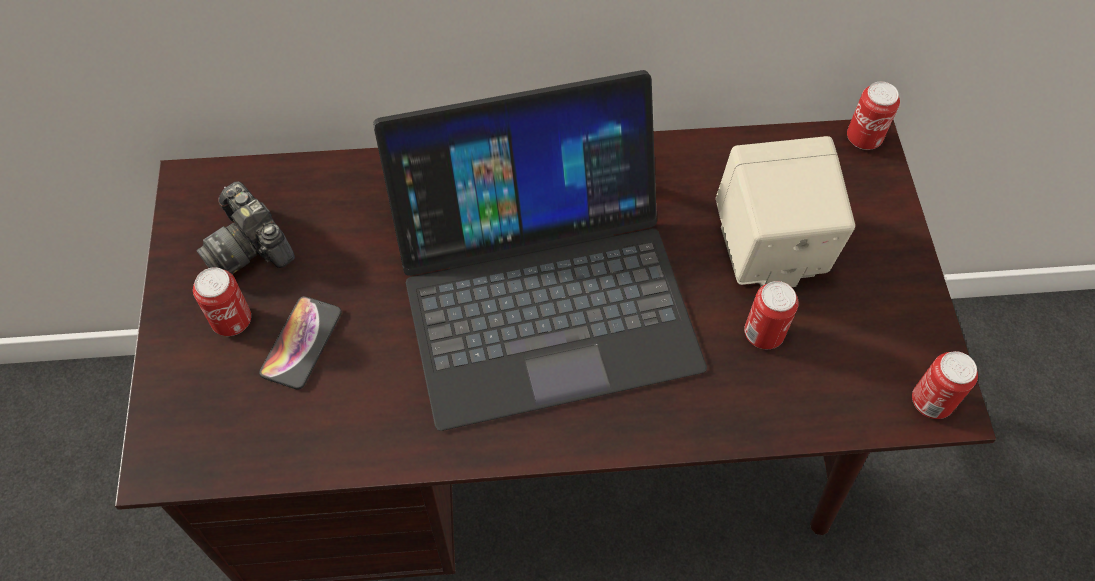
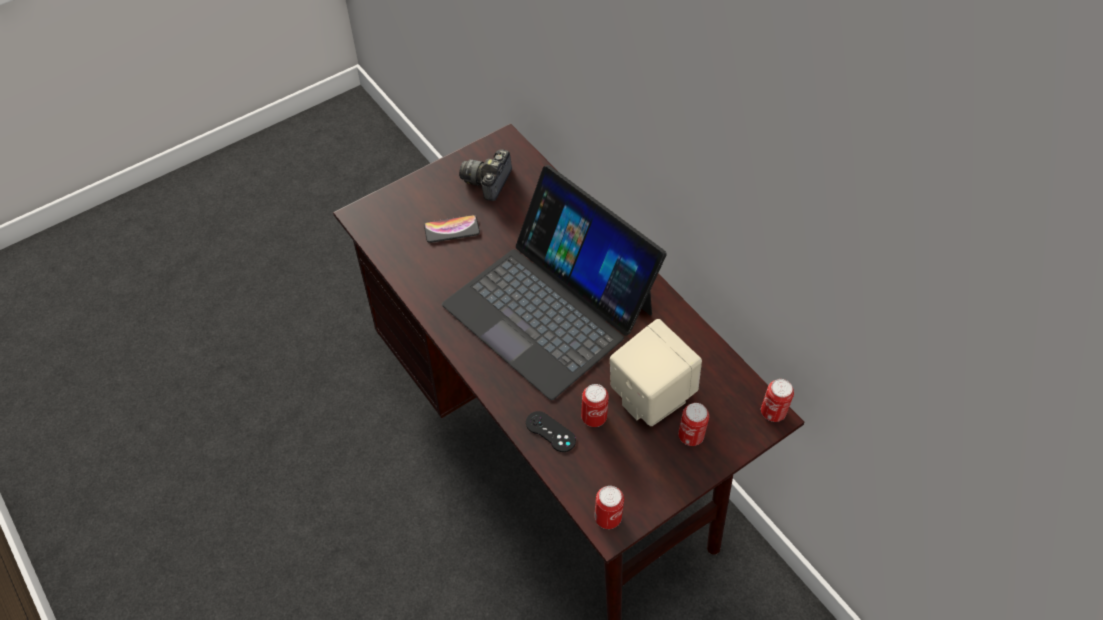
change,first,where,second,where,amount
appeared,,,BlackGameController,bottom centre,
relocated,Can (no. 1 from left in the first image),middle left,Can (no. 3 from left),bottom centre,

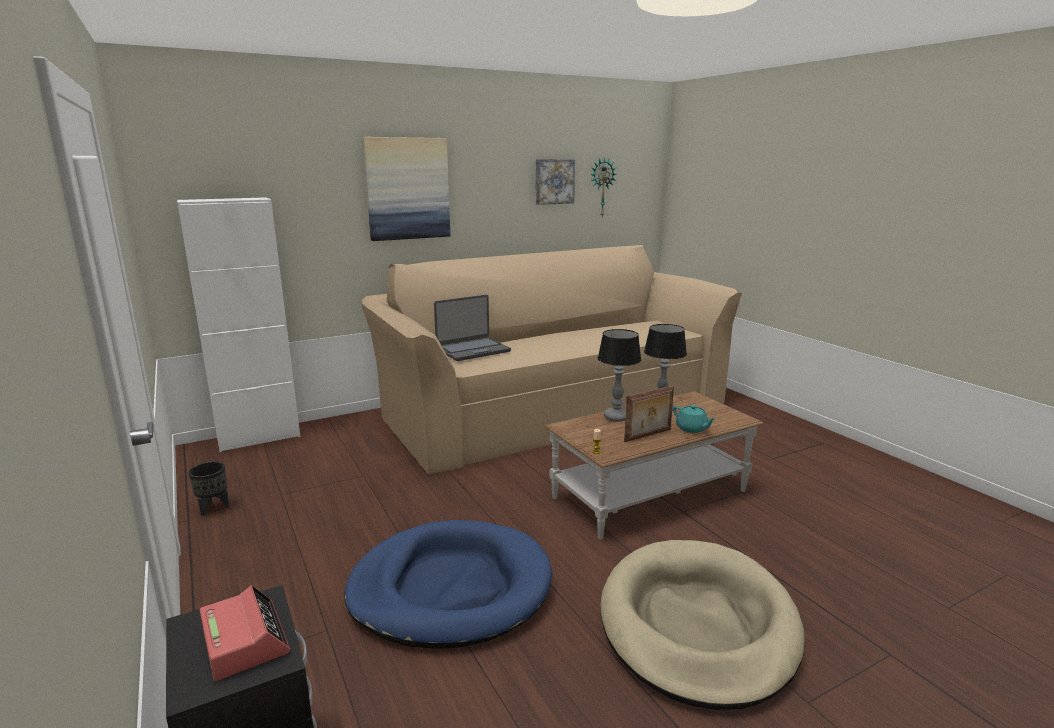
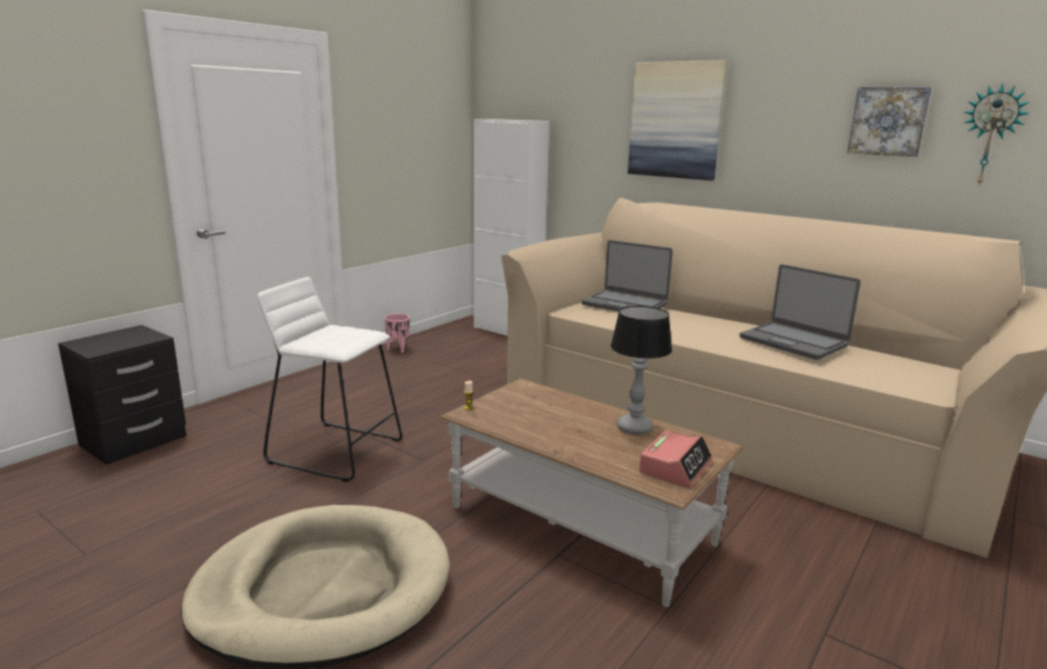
change,first,where,second,where,amount
missing,TableLamp (no. 1 from left),centre,,,
missing,PictureFrame,centre,,,
missing,TurquoiseTeapot,centre,,,
appeared,,,Laptop (no. 2 from left),middle right,
relocated,AlarmClock,bottom left,,bottom centre,
exchanged,BlueDogBed,bottom centre,WhiteStool,middle left,
colour,BlackPlanter,bottom left,PinkPlanter,centre,

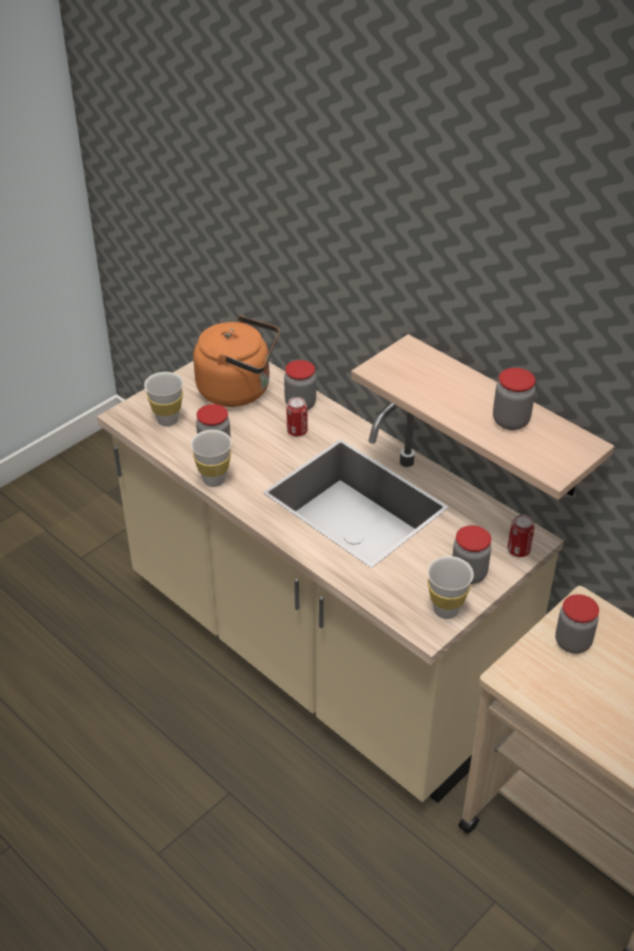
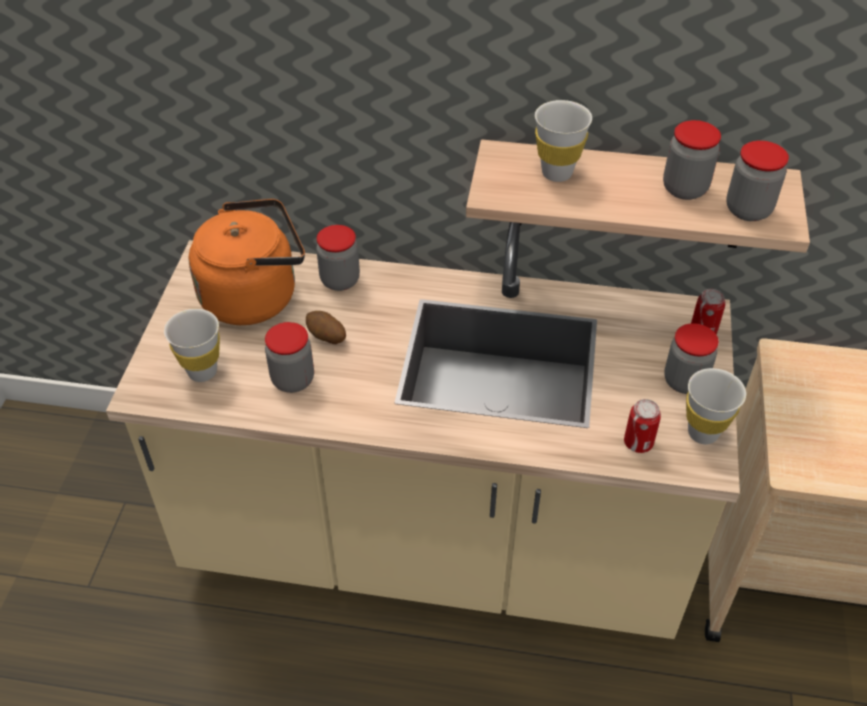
change,first,where,second,where,amount
appeared,,,Potato,centre,
relocated,WhiteCup (no. 2 from left),middle left,,top centre,
relocated,Can (no. 1 from left),centre,,middle right,
relocated,Jar (no. 5 from left),middle right,,top right,

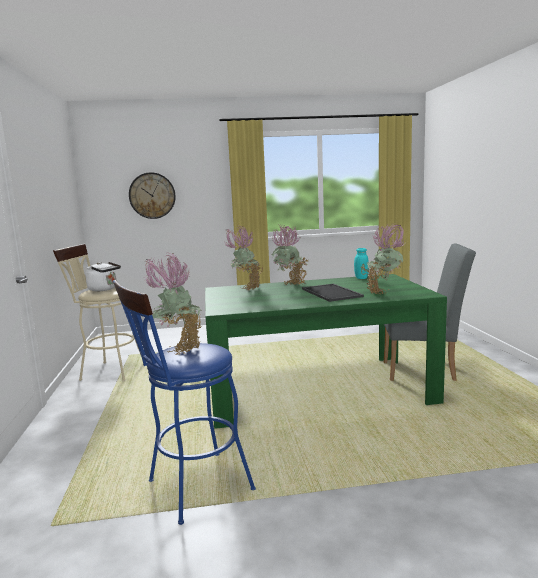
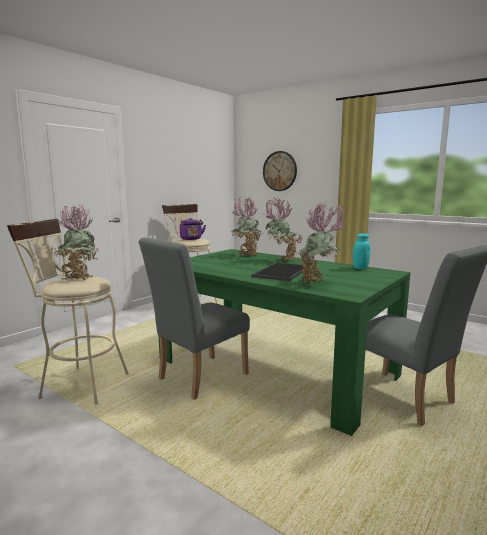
change,first,where,second,where,amount
appeared,,,GreyChair (no. 1 from left),centre,
colour,WhiteKettle,middle left,PurpleKettle,centre,
colour,BlueStool,bottom centre,BeigeStool (no. 1 from left),middle left,

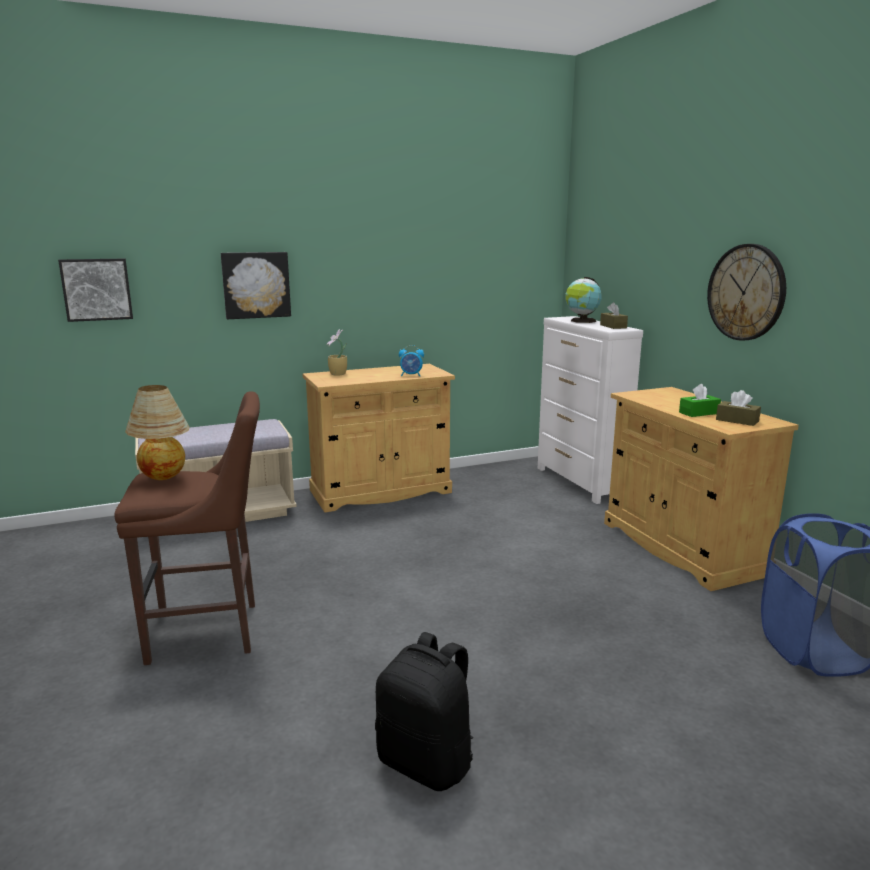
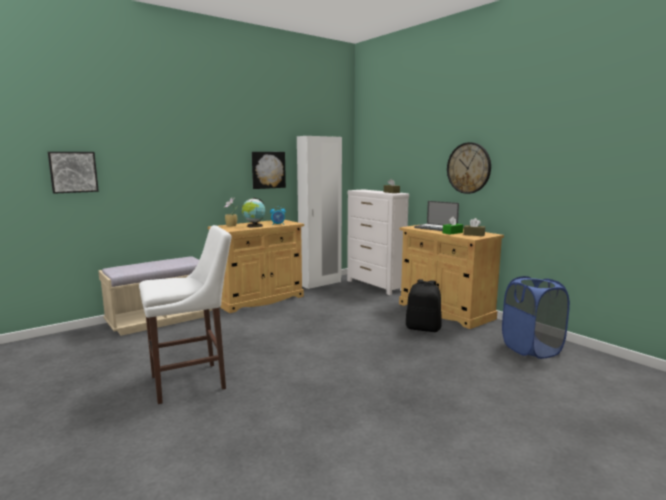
change,first,where,second,where,amount
missing,TableLamp,middle left,,,
appeared,,,WhiteWardrobe,centre,
appeared,,,Laptop,centre,
relocated,Picture (no. 2 from left),top left,,centre,
relocated,BlackBackpack,bottom centre,,centre,
relocated,Globe,middle right,,centre,
colour,BrownStool,middle left,WhiteStool,middle left,

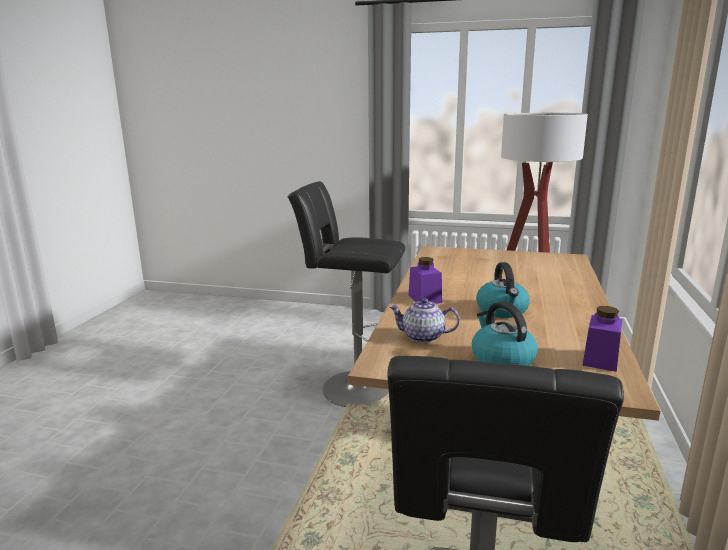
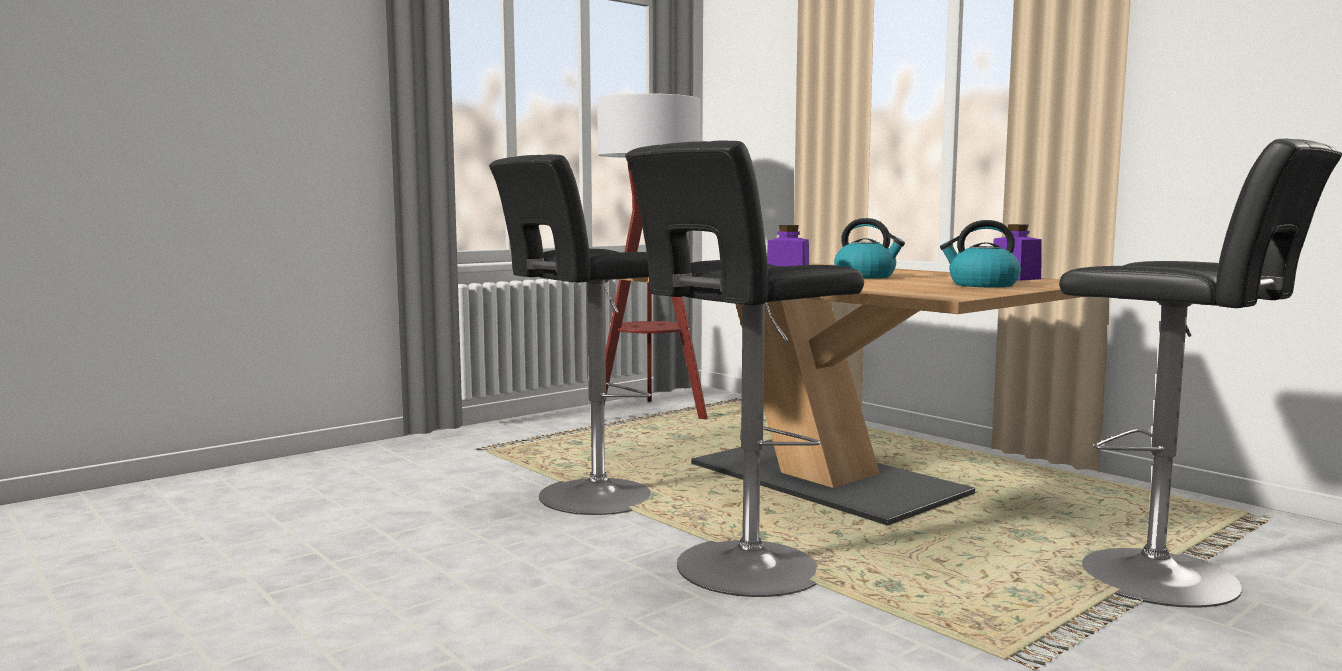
change,first,where,second,where,amount
missing,Teapot,centre,,,
appeared,,,BlackStool (no. 2 from left),centre,

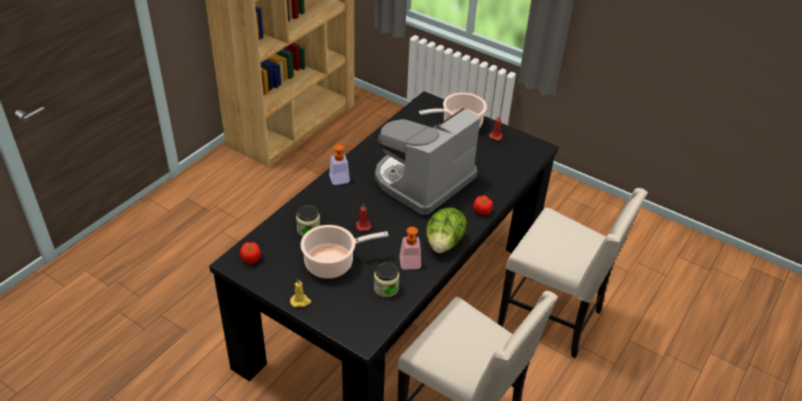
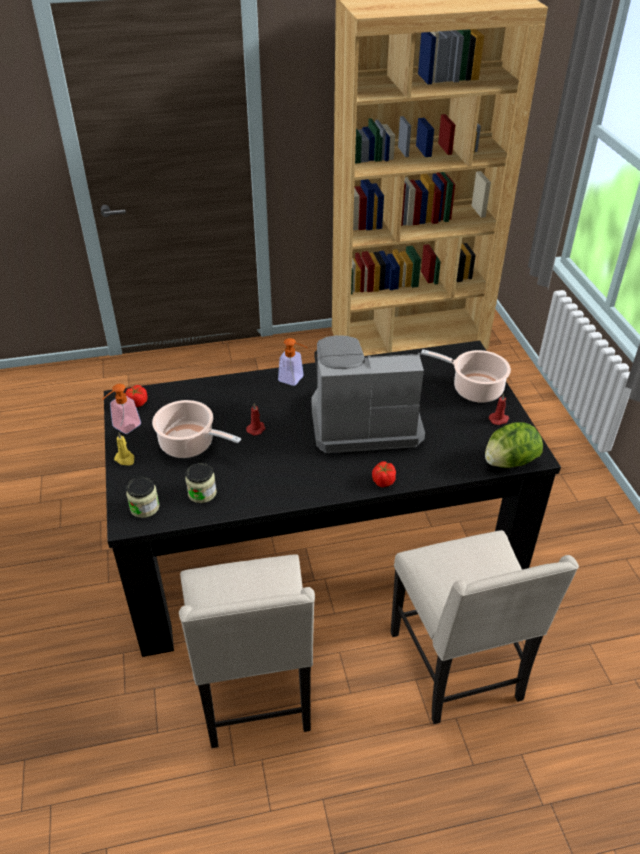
change,first,where,second,where,amount
relocated,Jar (no. 1 from left),centre,,middle left,
relocated,SoapDispenser (no. 2 from left in the first image),centre,SoapDispenser (no. 1 from left),middle left,
relocated,Lettuce,centre,,middle right,

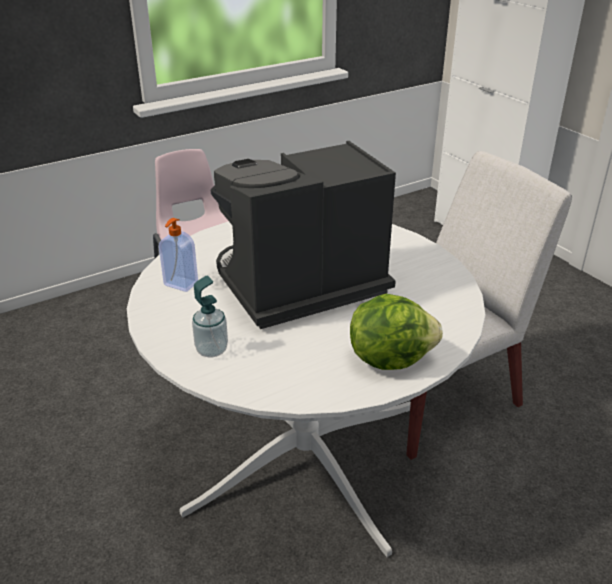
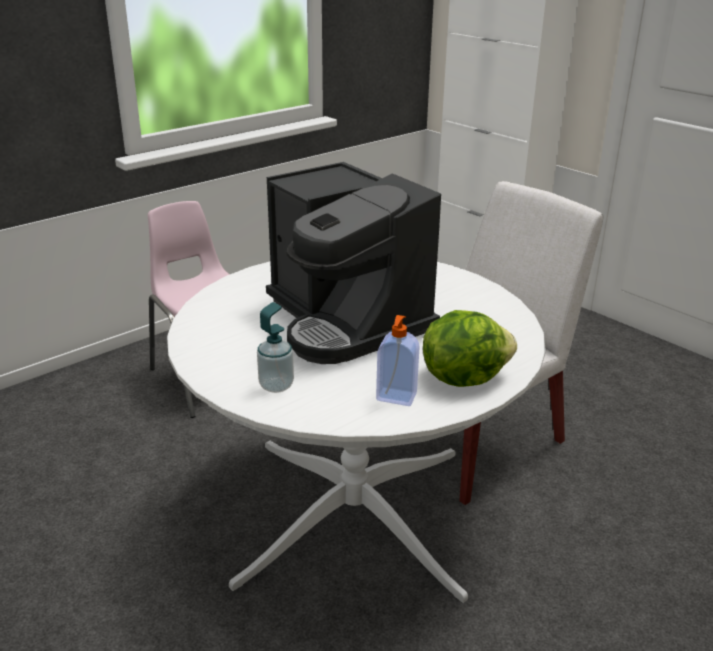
change,first,where,second,where,amount
relocated,SoapDispenser (no. 1 from left in the first image),middle left,SoapDispenser (no. 2 from left),centre,
spun,CoffeeMachine,centre,,centre,90 degrees counterclockwise

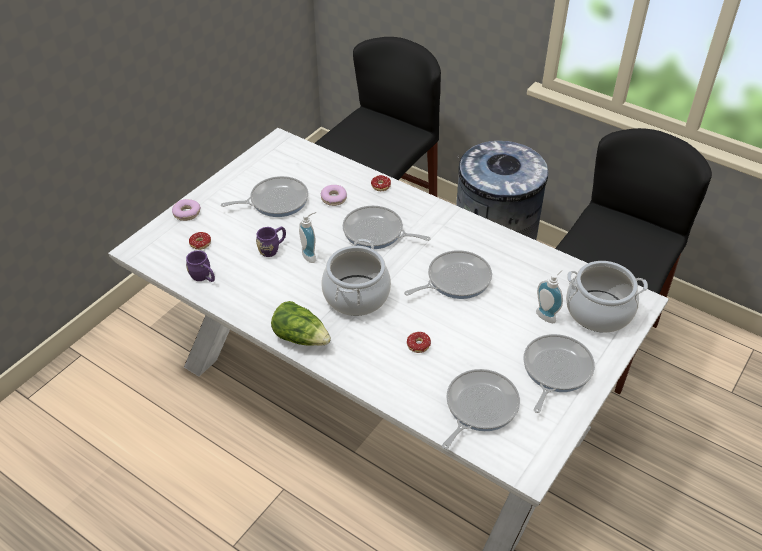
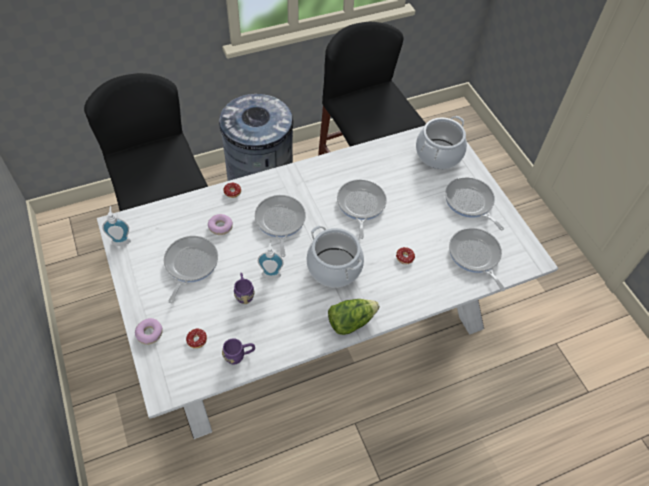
change,first,where,second,where,amount
relocated,SoapDispenser (no. 2 from left in the first image),middle right,SoapDispenser (no. 1 from left),middle left,
spun,FryingPan (no. 2 from left),centre,,centre,120 degrees clockwise

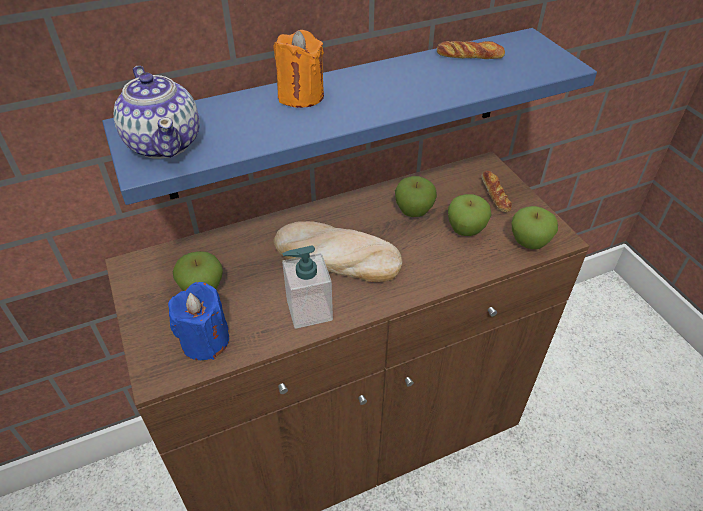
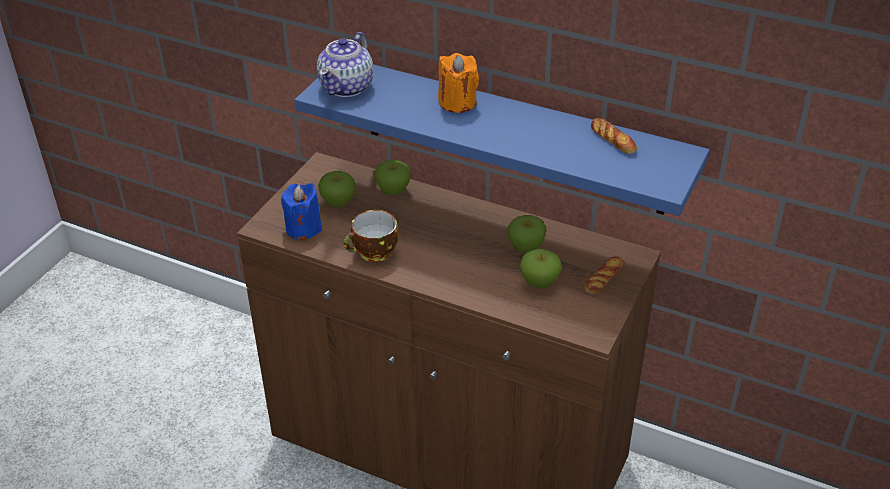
change,first,where,second,where,amount
missing,Bread (no. 1 from left),centre,,,
relocated,Apple (no. 4 from left in the first image),middle right,Apple (no. 2 from left),centre,
exchanged,SoapDispenser,centre,Cup,centre,

